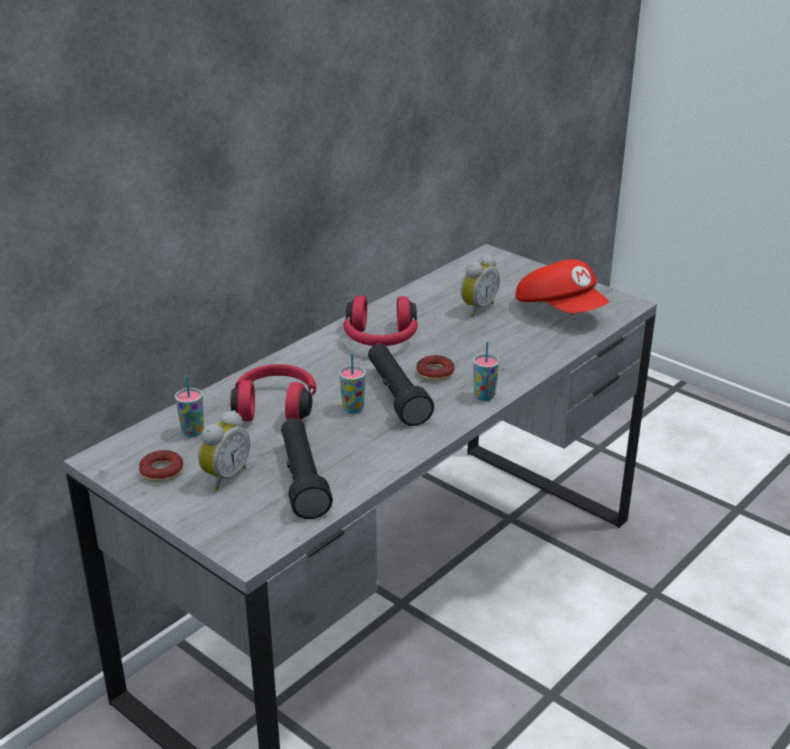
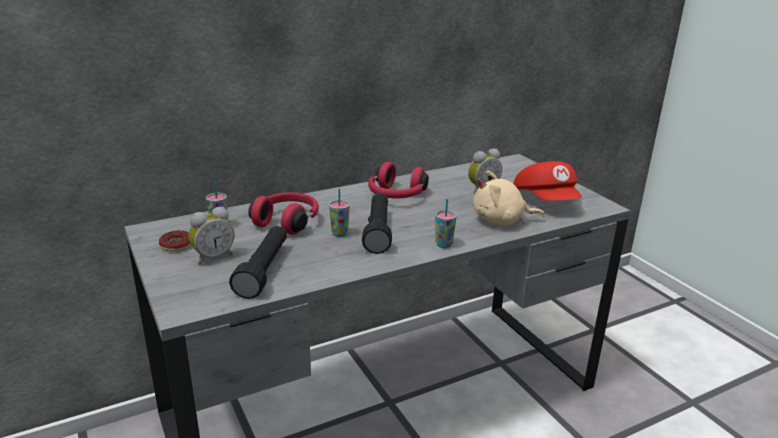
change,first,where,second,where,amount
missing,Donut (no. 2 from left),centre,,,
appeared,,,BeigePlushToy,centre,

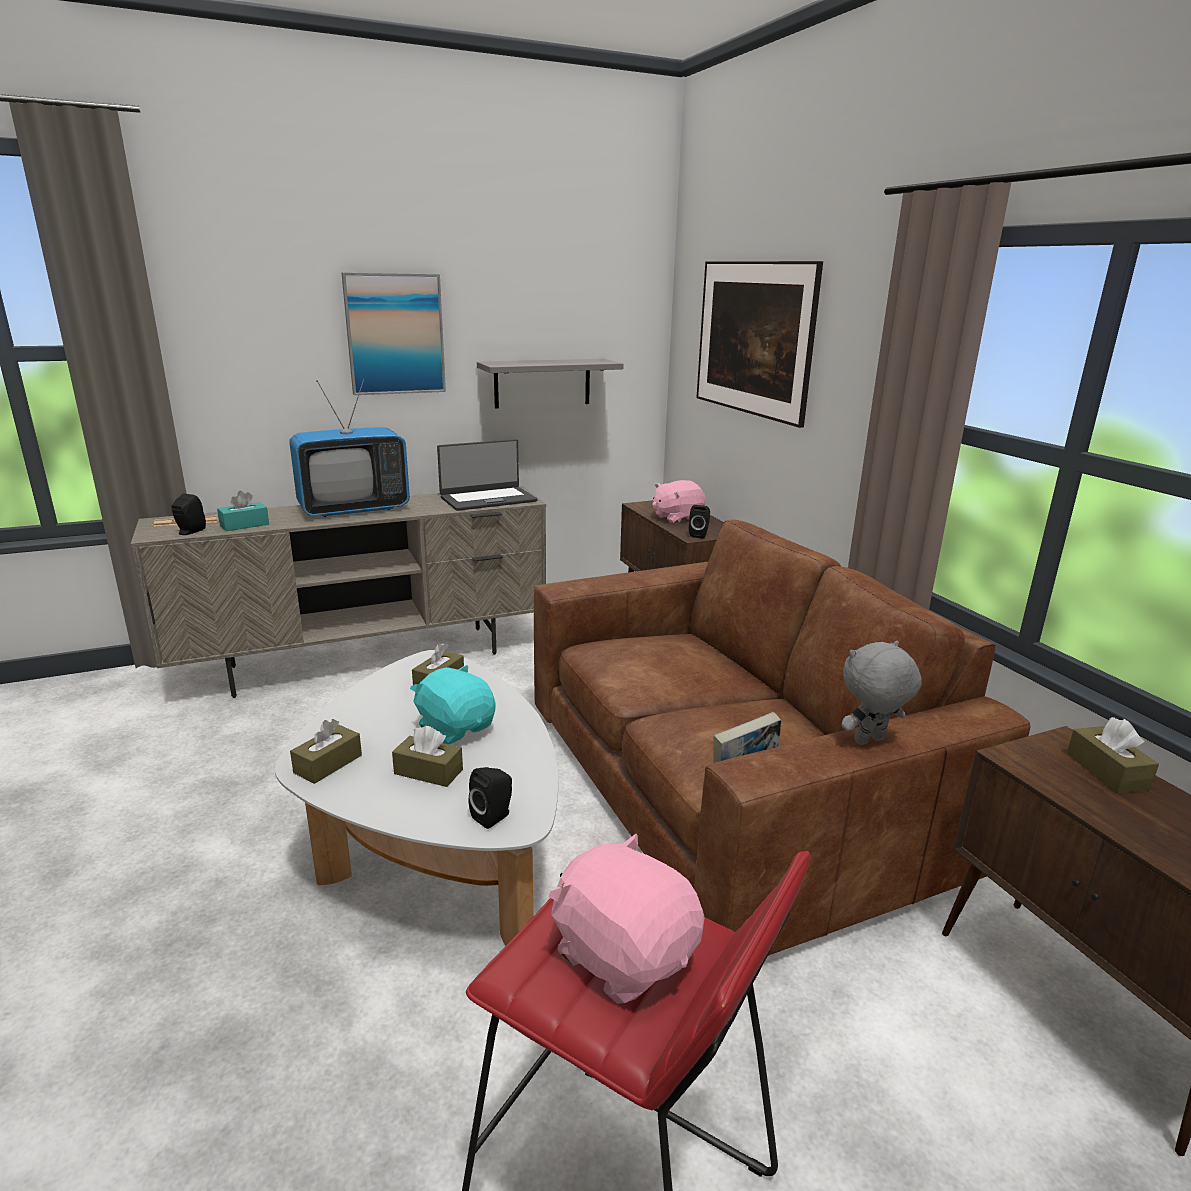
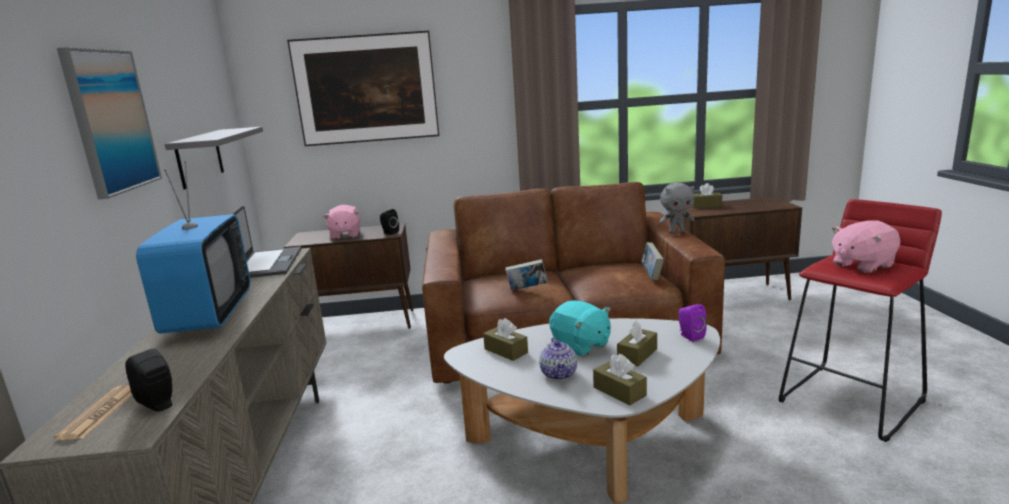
change,first,where,second,where,amount
missing,TurquoiseTissueBox,middle left,,,
appeared,,,Book (no. 1 from left),centre,
appeared,,,Teapot,bottom centre,
colour,BlackSpeaker (no. 2 from left),bottom centre,PurpleSpeaker,middle right,
spun,TurquoisePlushToy,centre,,centre,105 degrees counterclockwise
spun,GreyPlushToy,middle right,,middle right,90 degrees counterclockwise

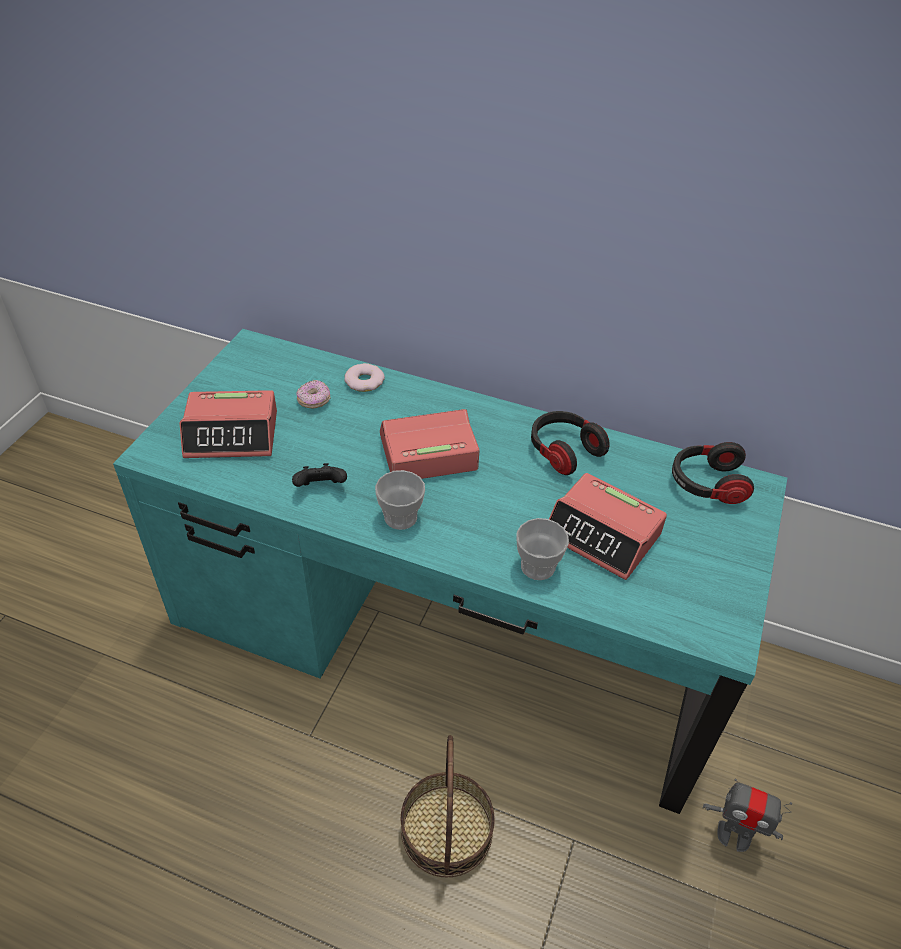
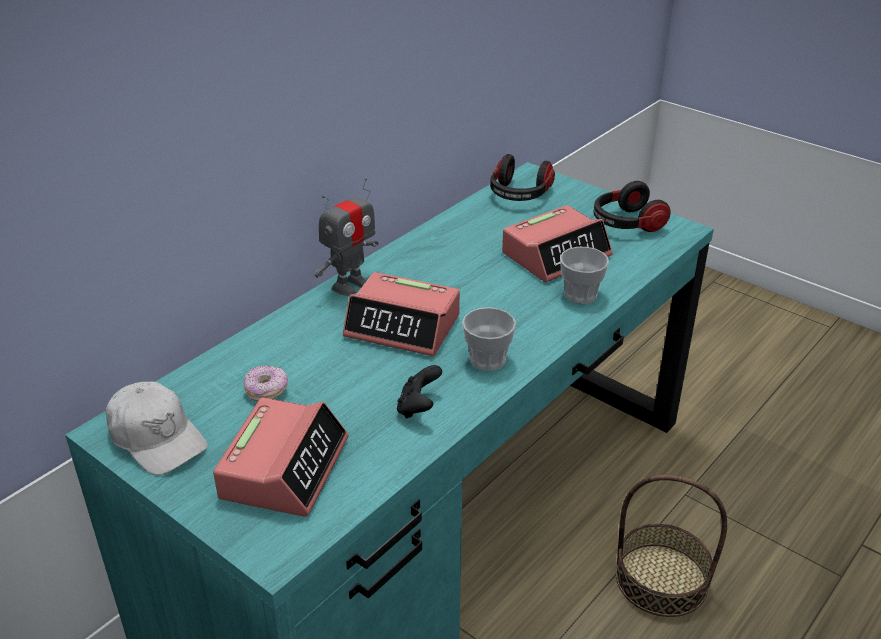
change,first,where,second,where,amount
missing,Donut (no. 2 from left),centre,,,
appeared,,,WhiteCap,bottom left,
relocated,Headphones (no. 1 from left in the first image),centre,Headphones (no. 2 from left),top right,
relocated,ToyRobot,bottom right,,centre,
spun,AlarmClock (no. 2 from left),centre,,centre,75 degrees counterclockwise

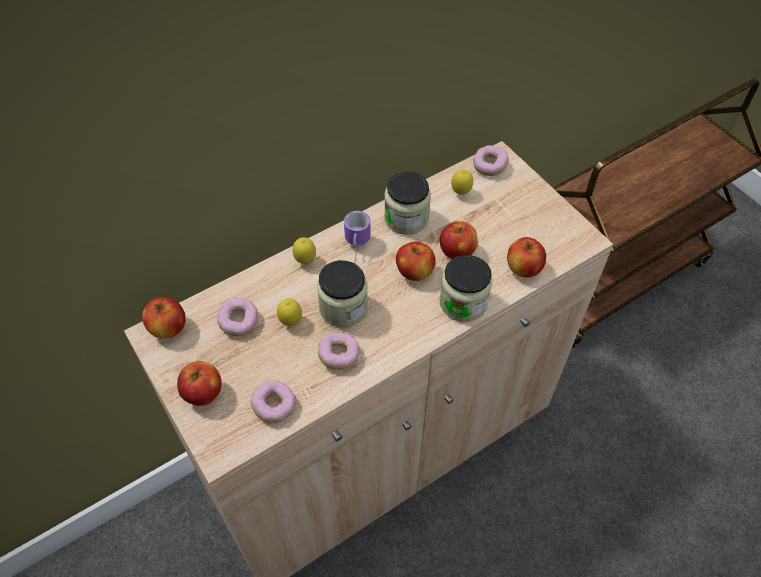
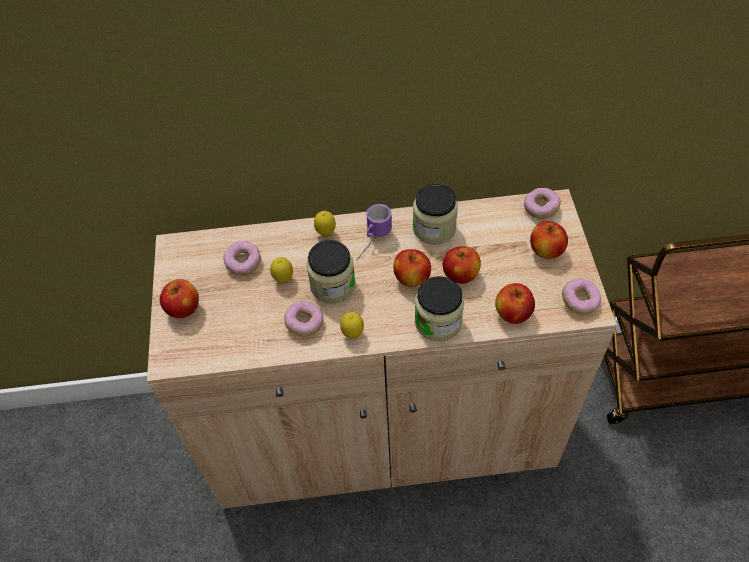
change,first,where,second,where,amount
relocated,Apple (no. 1 from left in the first image),middle left,Apple (no. 5 from left),middle right,
relocated,Donut (no. 2 from left in the first image),bottom centre,Donut (no. 4 from left),middle right,
relocated,Lemon (no. 3 from left),top centre,,centre,

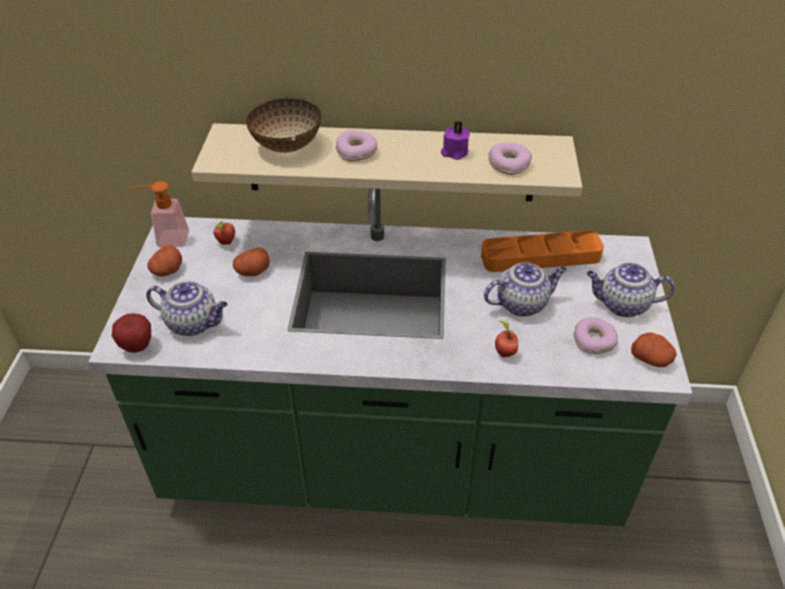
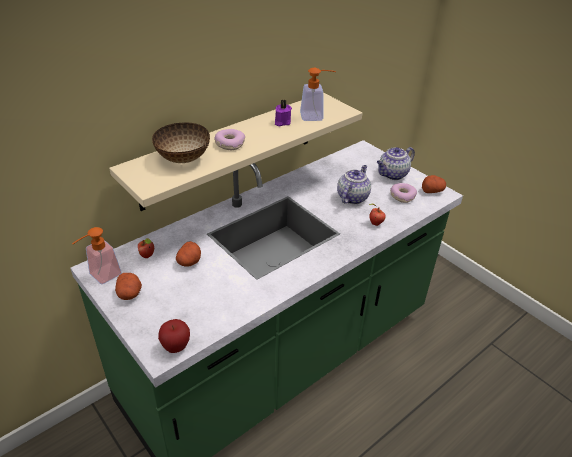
change,first,where,second,where,amount
missing,Teapot (no. 1 from left),middle left,,,
missing,OrangeTray,middle right,,,
exchanged,Donut (no. 2 from left),top centre,SoapDispenser (no. 2 from left),top centre,

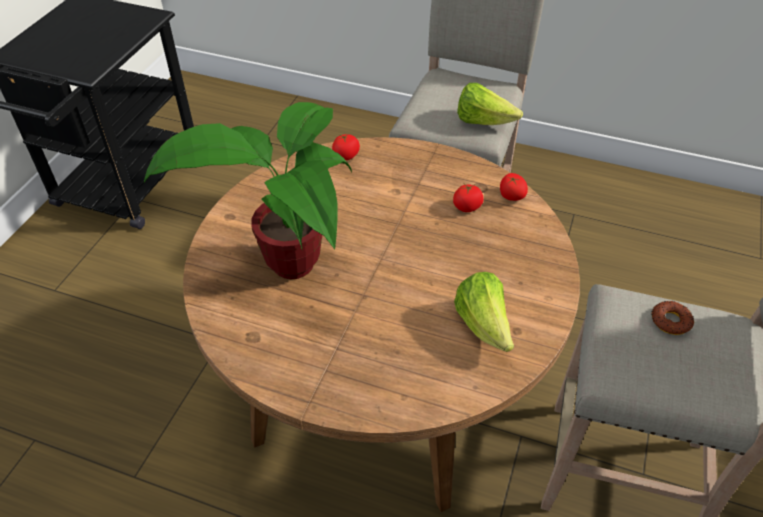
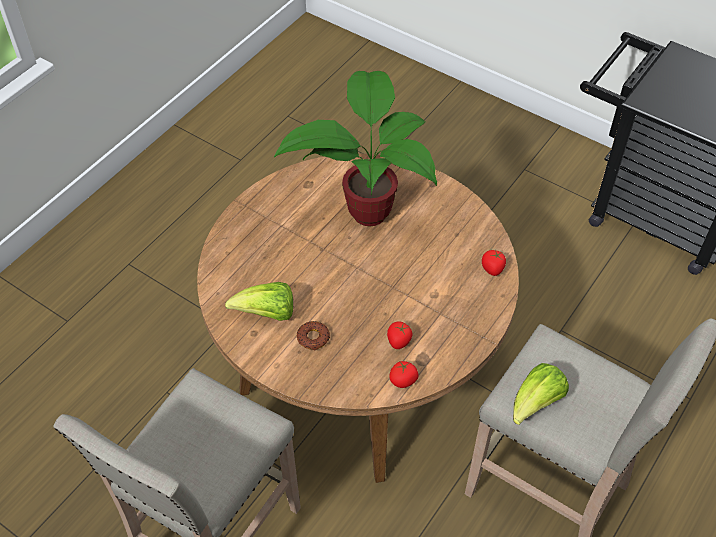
change,first,where,second,where,amount
relocated,Donut,middle right,,centre,

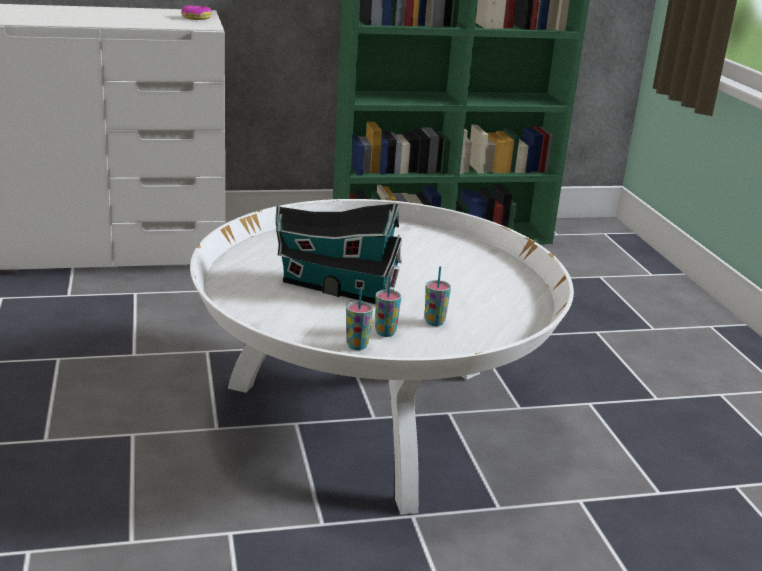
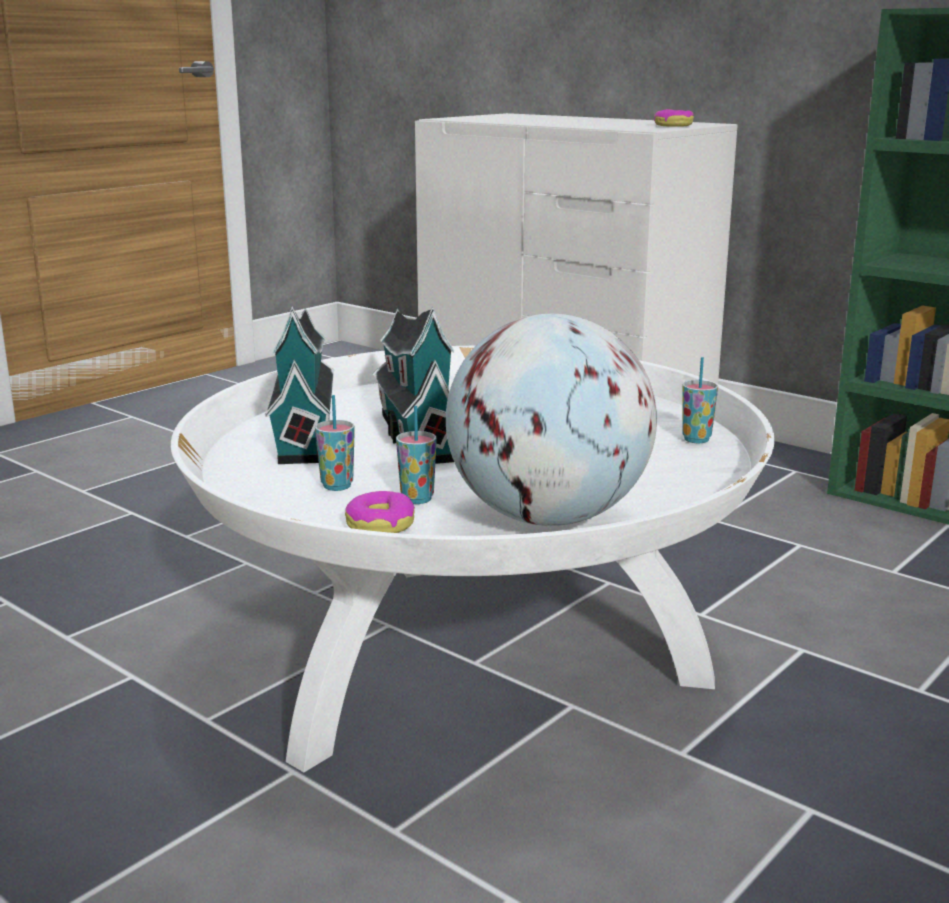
change,first,where,second,where,amount
appeared,,,ToyHouse (no. 1 from left),middle left,
appeared,,,Donut (no. 1 from left),centre,
appeared,,,Globe,centre,
relocated,Cup (no. 1 from left in the first image),centre,Cup (no. 3 from left),middle right,

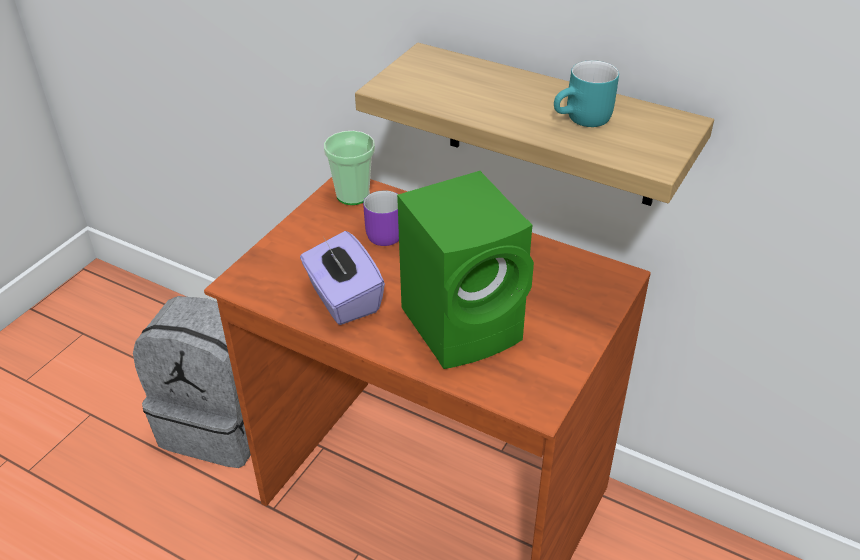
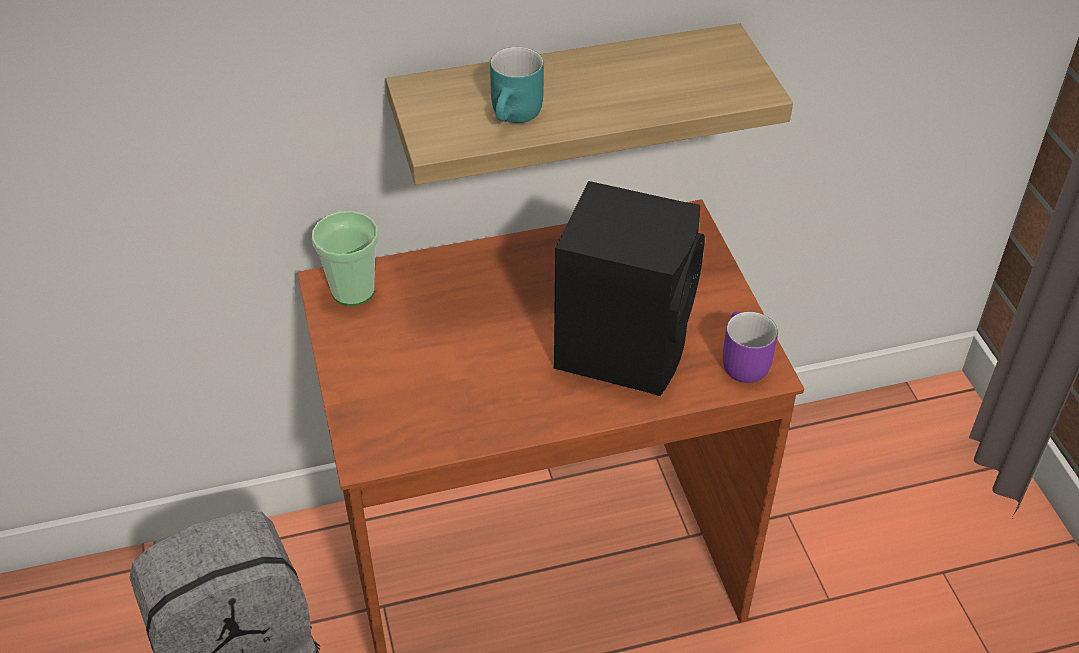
change,first,where,second,where,amount
missing,PurpleTissueBox,centre,,,
relocated,PurpleMug,centre,,middle right,
relocated,TurquoiseMug,top right,,top centre,
colour,GreenSpeaker,centre,BlackSpeaker,centre,

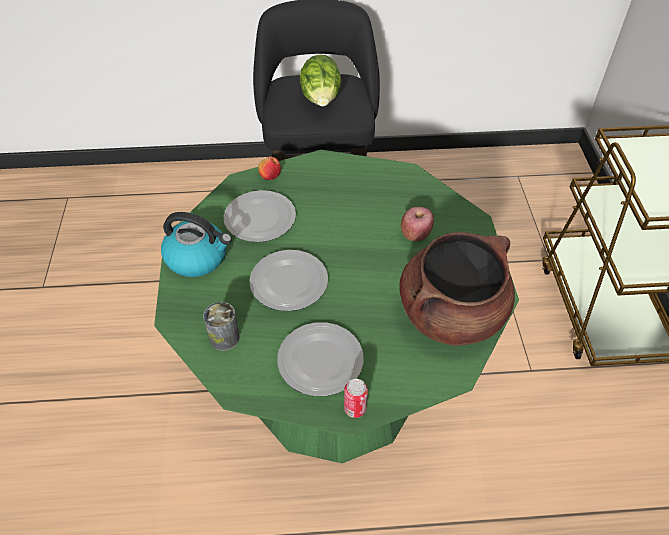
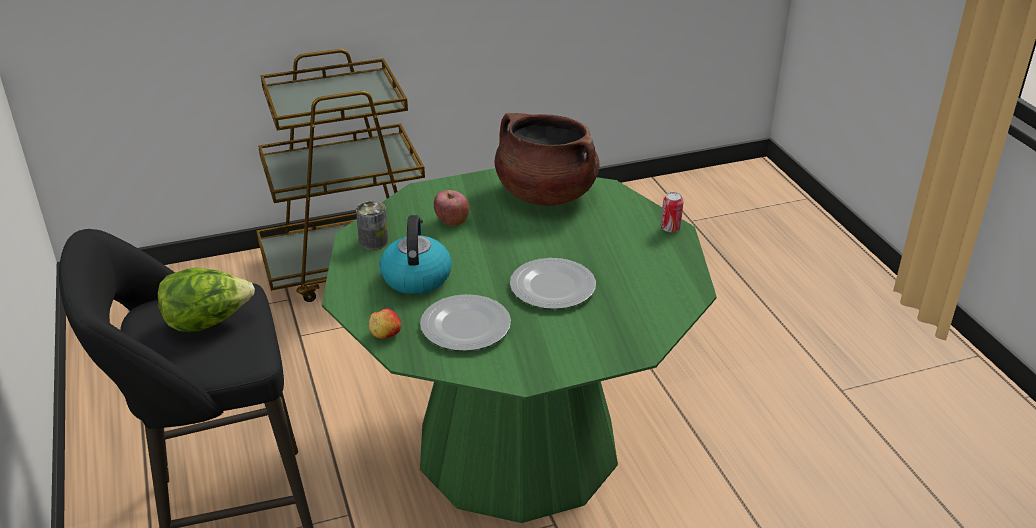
change,first,where,second,where,amount
missing,Plate (no. 3 from left),bottom centre,,,
relocated,Kettle,middle left,,centre,
relocated,Can (no. 1 from left),middle left,,centre,

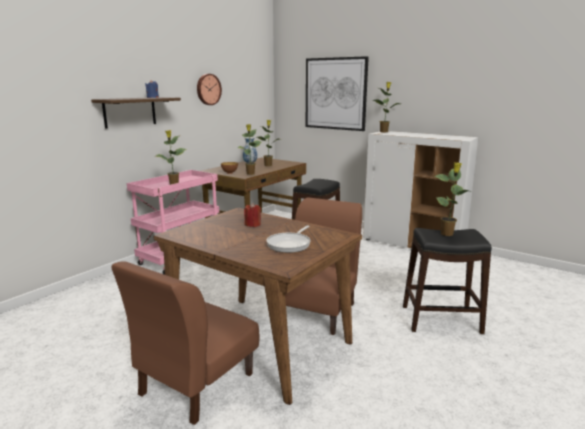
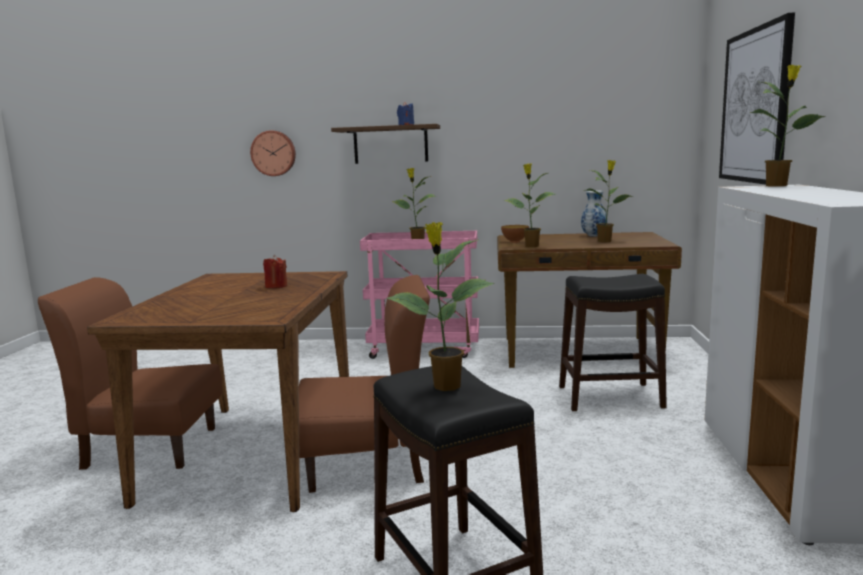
change,first,where,second,where,amount
missing,FryingPan,centre,,,
relocated,WallClock,top centre,,top left,

